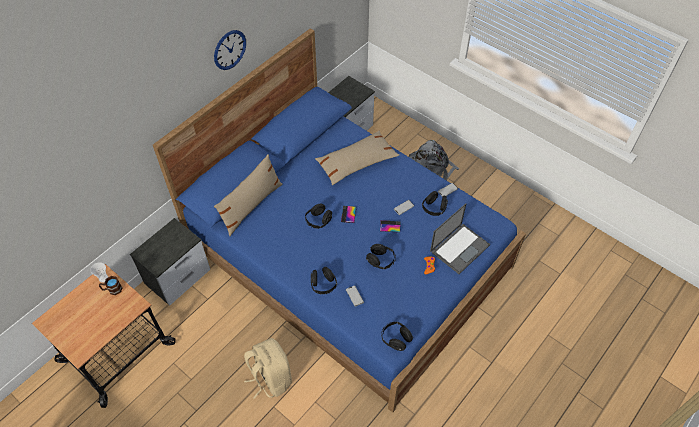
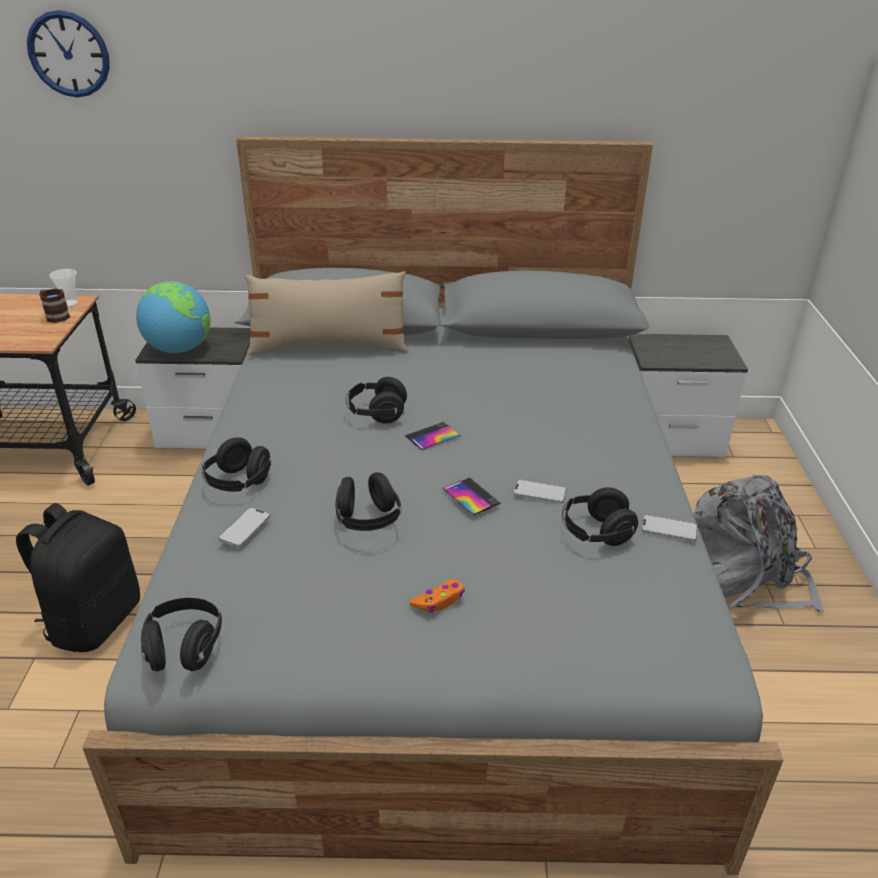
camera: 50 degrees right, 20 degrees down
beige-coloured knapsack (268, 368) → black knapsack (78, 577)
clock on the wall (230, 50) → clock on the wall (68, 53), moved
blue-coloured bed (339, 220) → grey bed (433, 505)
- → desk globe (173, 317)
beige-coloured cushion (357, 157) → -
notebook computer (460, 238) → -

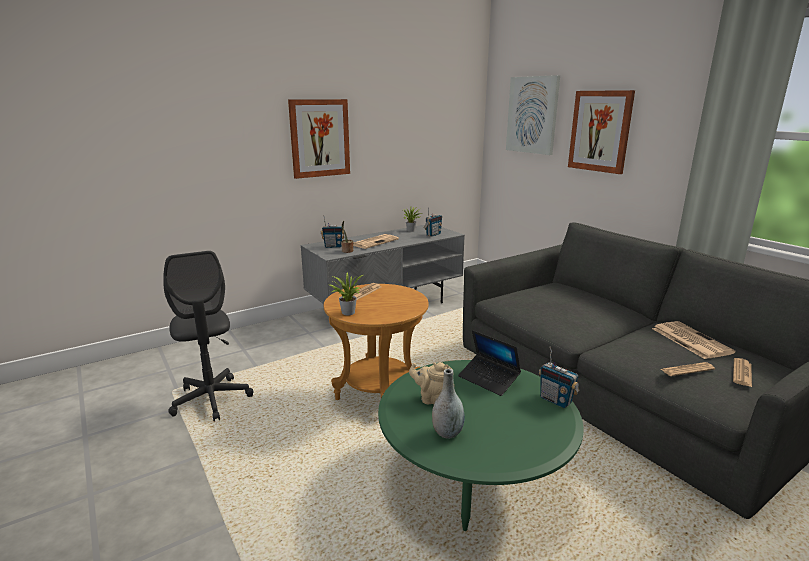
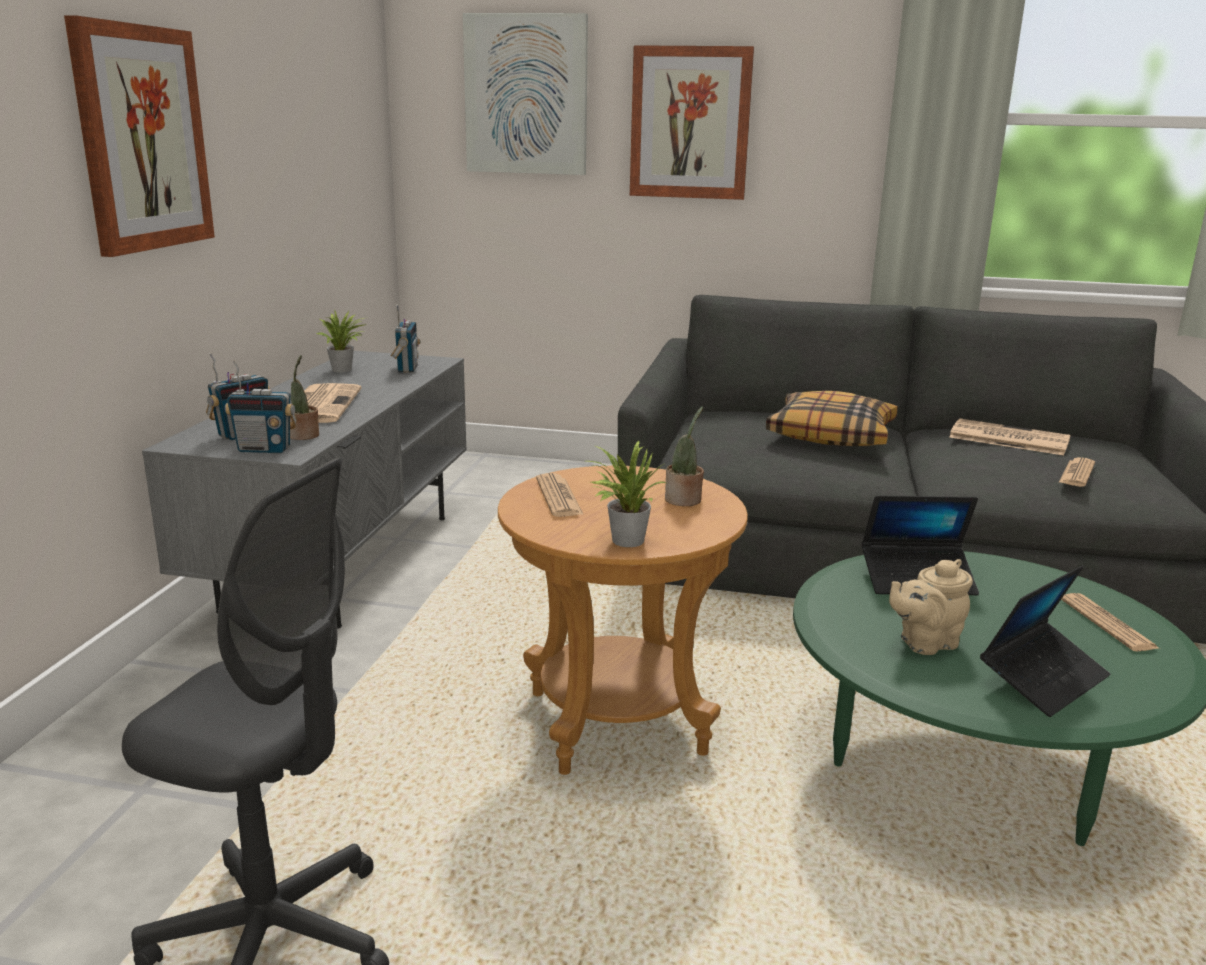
camera: 45 degrees left, 0 degrees up
radio set (559, 377) → radio set (261, 406), moved
- → plant in a pot (684, 456)
- → cushion (832, 418)
grey flower vase (448, 404) → notebook computer (1045, 641)
newspaper (742, 372) → newspaper (1110, 622), moved

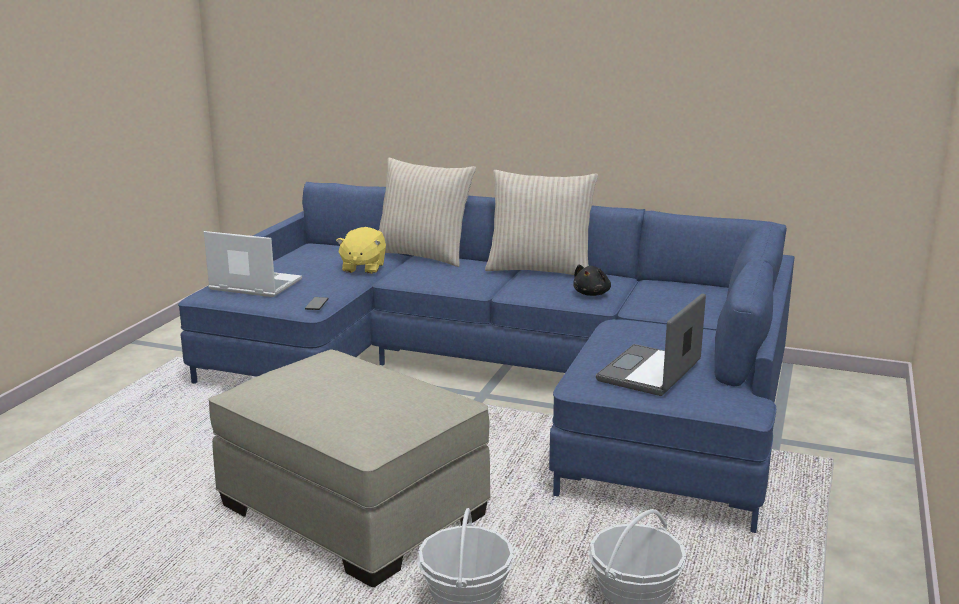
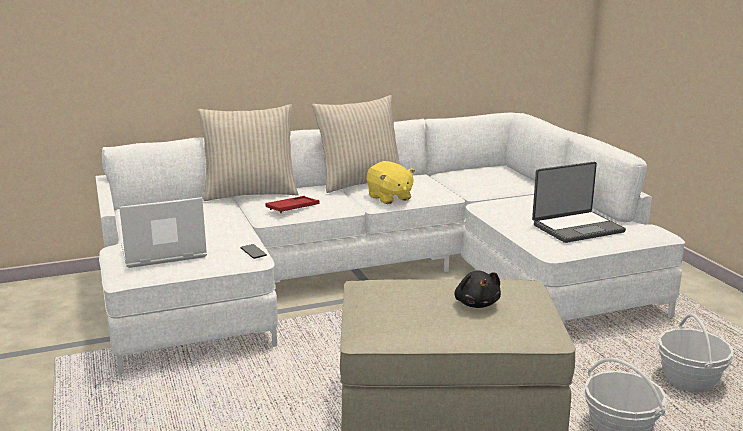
camera: 40 degrees left, 0 degrees up
blue-coloured couch (486, 357) → whitish couch (390, 242)
- → red-coloured serving tray (292, 204)
yellowish plush toy (361, 250) → yellowish plush toy (390, 182), moved
black plush toy (592, 280) → black plush toy (477, 289), moved
notebook computer (651, 344) → notebook computer (579, 202), 105 degrees counterclockwise

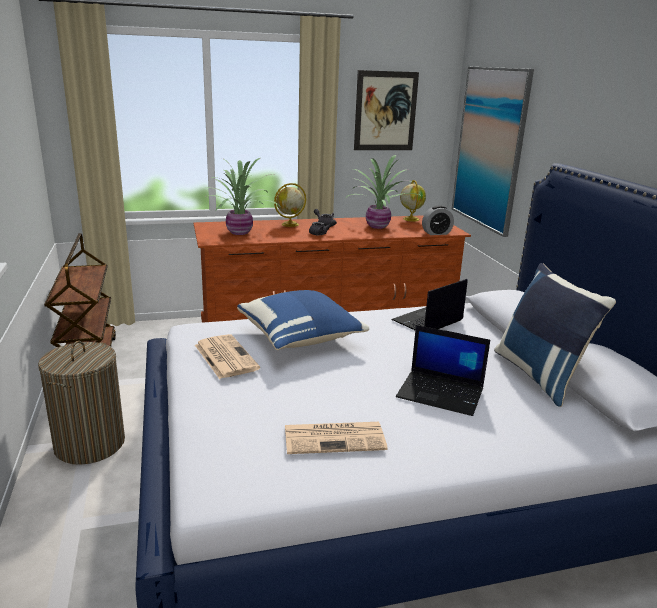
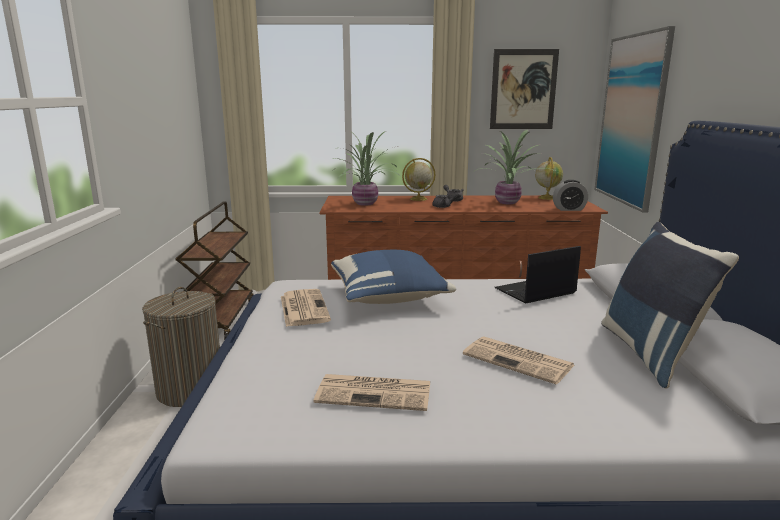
camera: 15 degrees right, 5 degrees down
notebook computer (443, 370) → newspaper (518, 360)

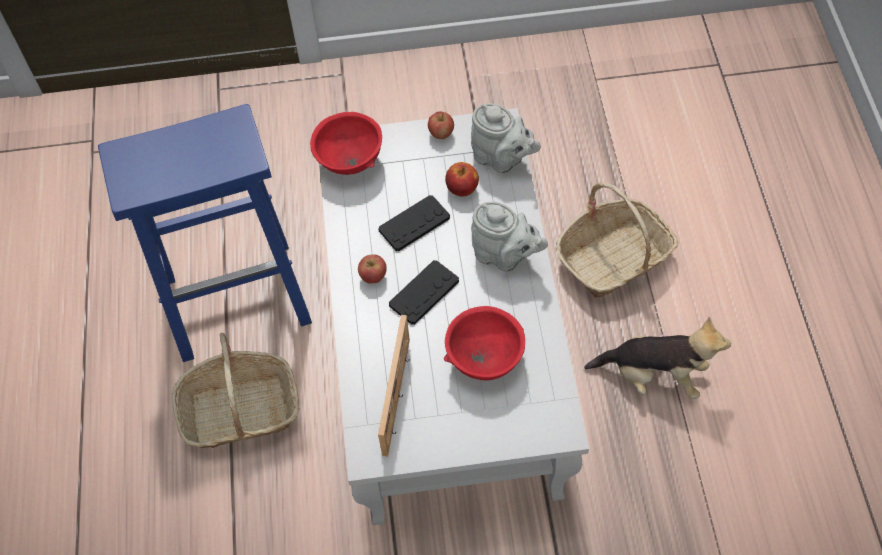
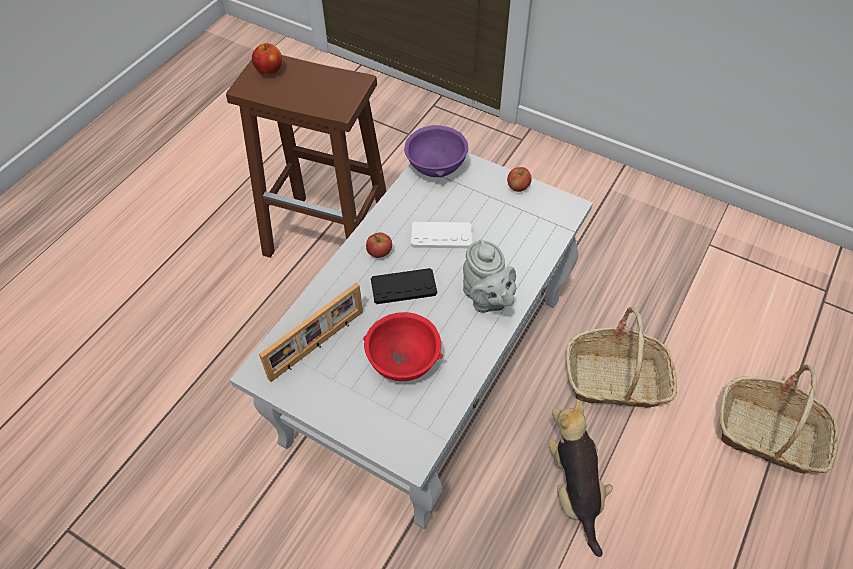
camera: 35 degrees right, 5 degrees down
blue-coloured sitting stool (205, 233) → brown-coloured sitting stool (306, 156)
whole apple (462, 179) → whole apple (267, 59), moved
red-coloured deep dish (346, 143) → purple deep dish (436, 151)
black game controller (414, 223) → whitish game controller (441, 235)
plush toy (657, 358) → plush toy (580, 478), 150 degrees counterclockwise
basket (236, 390) → basket (779, 419), moved
grey pot for tea (506, 138) → -

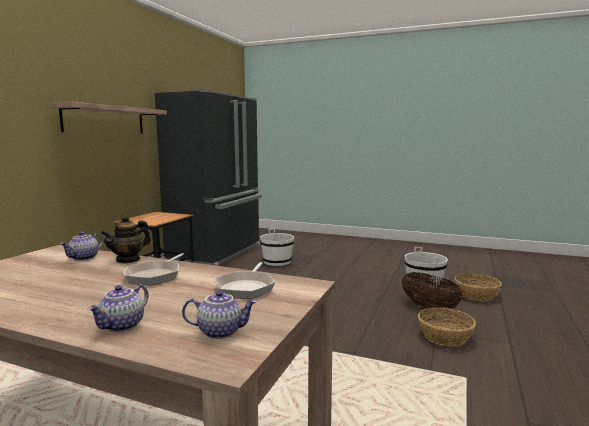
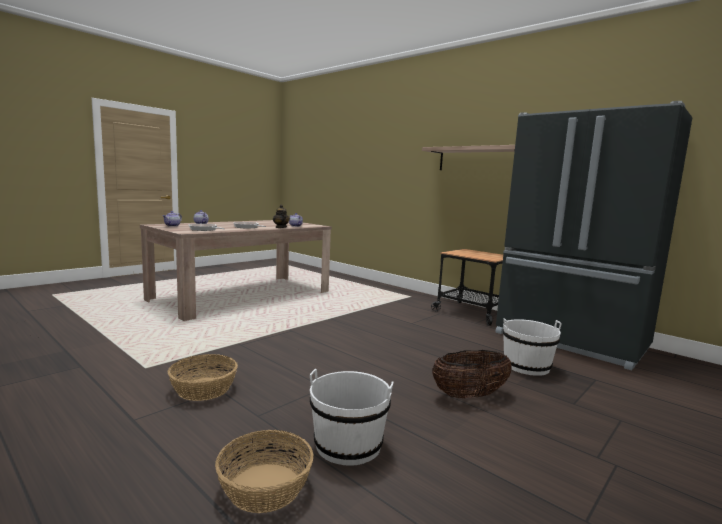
camera: 110 degrees right, 0 degrees up
basket (432, 290) → basket (472, 374), moved

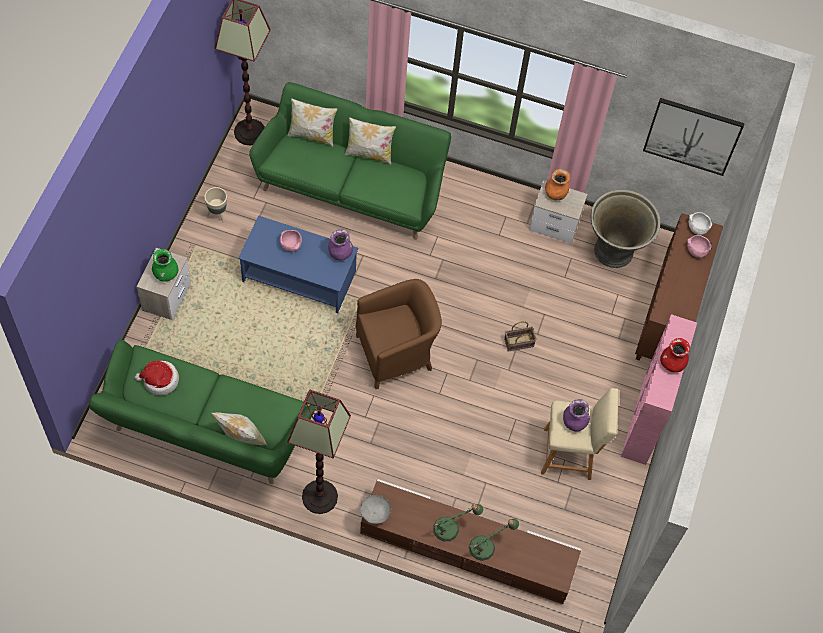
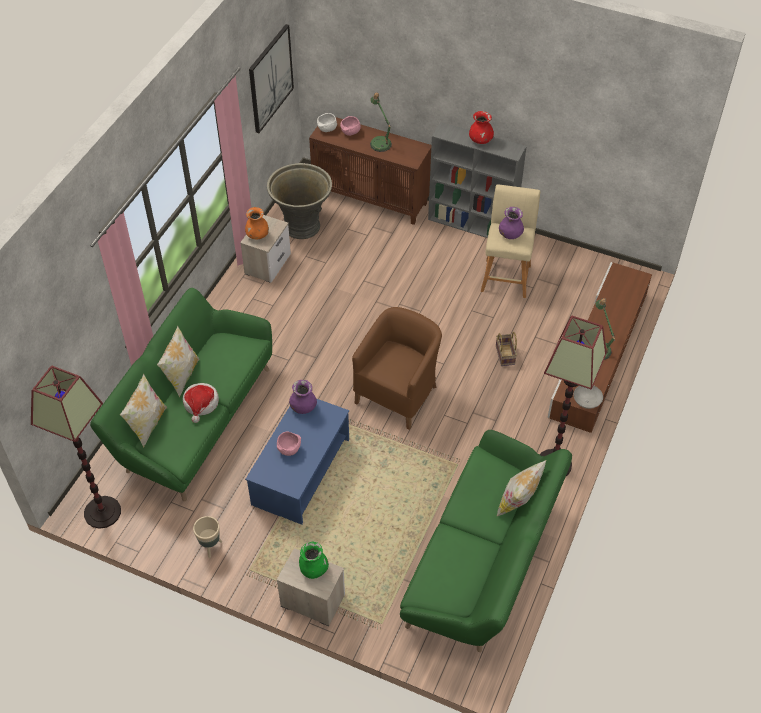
camera: 80 degrees left, 10 degrees down
hat (157, 378) → hat (201, 403), moved
brown-coloured armchair (399, 334) → brown-coloured armchair (397, 368), 45 degrees clockwise
tabletop lamp (494, 539) → tabletop lamp (381, 122), moved
pinkish shelving unit (659, 389) → grey shelving unit (477, 180)
basket (520, 336) → basket (506, 349), moved

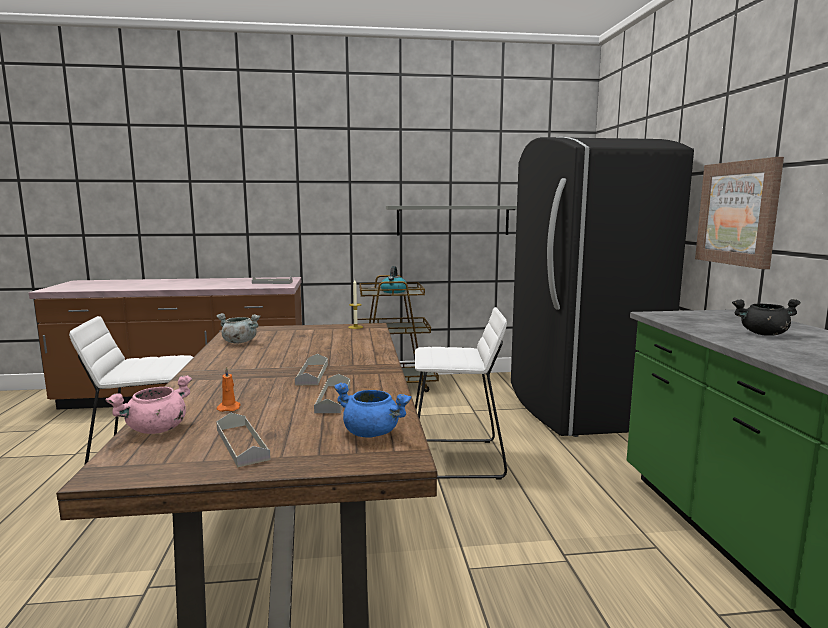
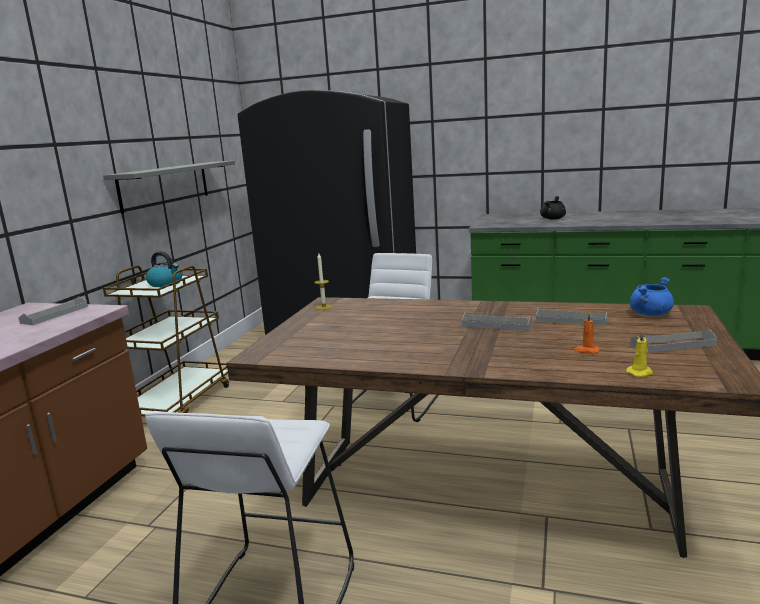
camera: 65 degrees left, 5 degrees up
pinkish saucepot (149, 404) → yellowish candle (639, 354)
grey saucepot (238, 328) → -
picture (739, 213) → -

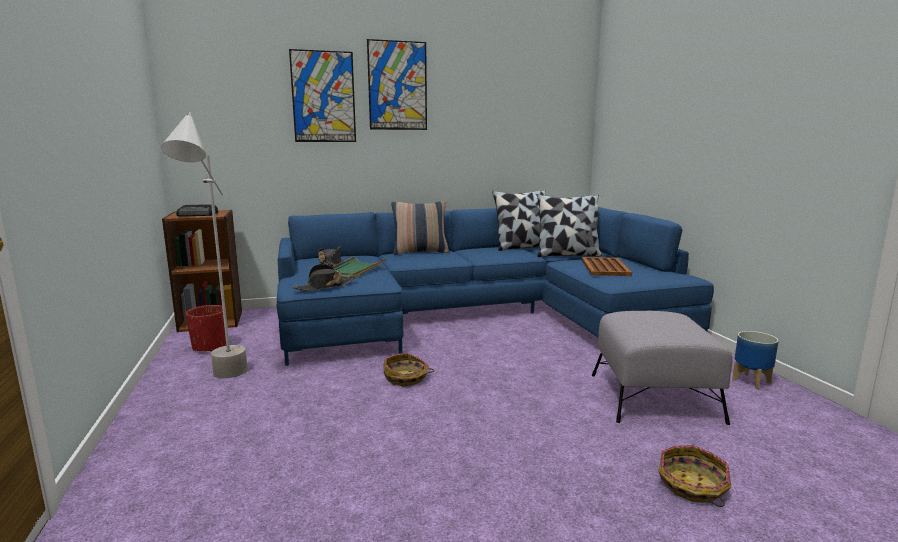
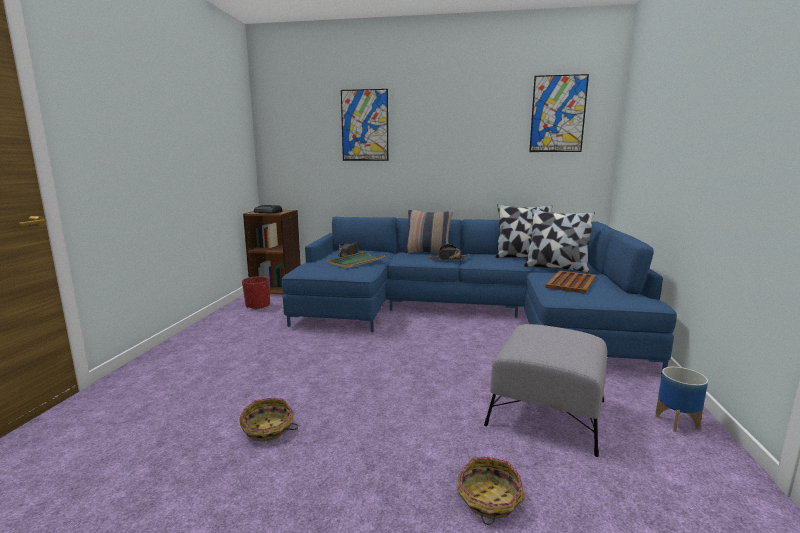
camera: 25 degrees right, 0 degrees up
basket (408, 369) → basket (269, 420), moved
black hat (324, 277) → black hat (449, 252), moved
picture (397, 84) → picture (559, 113), moved
grey floor lamp (204, 245) → -

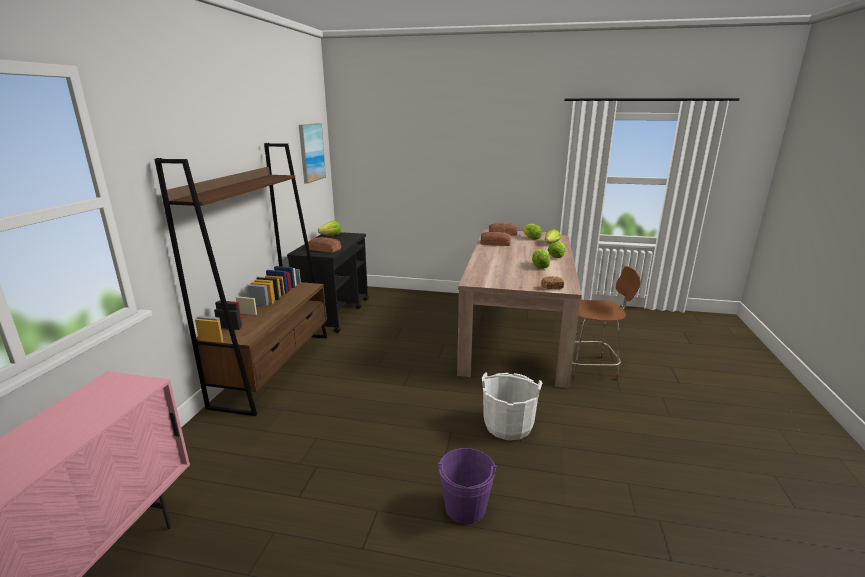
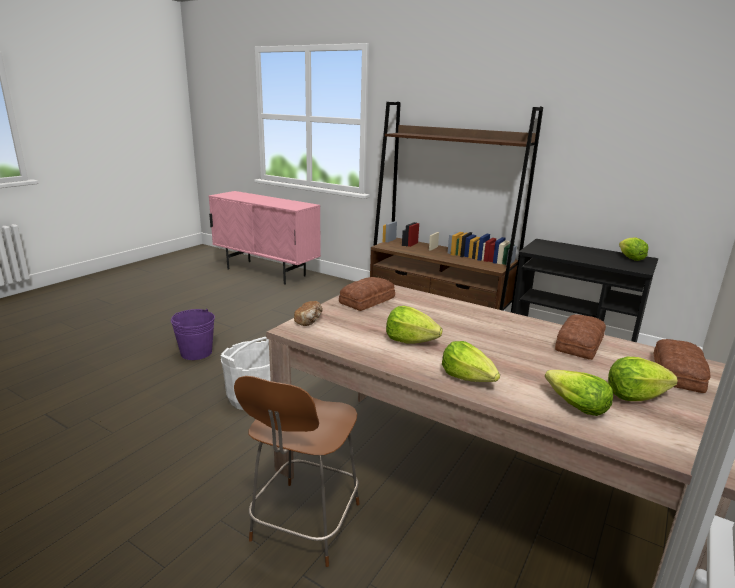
camera: 110 degrees right, 0 degrees up
bakery bread (324, 245) → bakery bread (367, 294), moved
picture (312, 153) → -

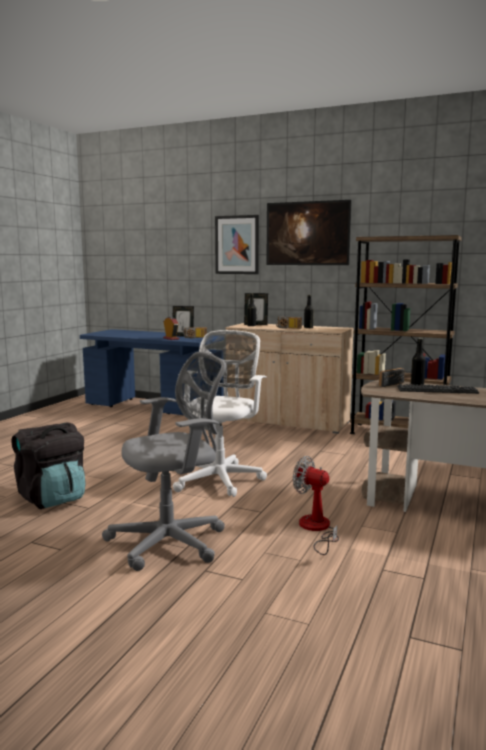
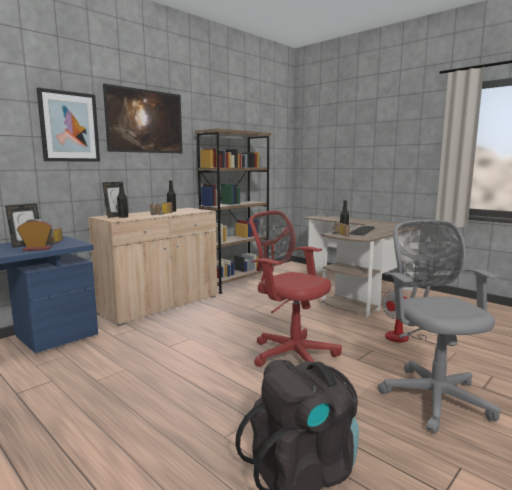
camera: 70 degrees left, 0 degrees up
whitish desk chair (220, 413) → red-coloured desk chair (295, 289)

